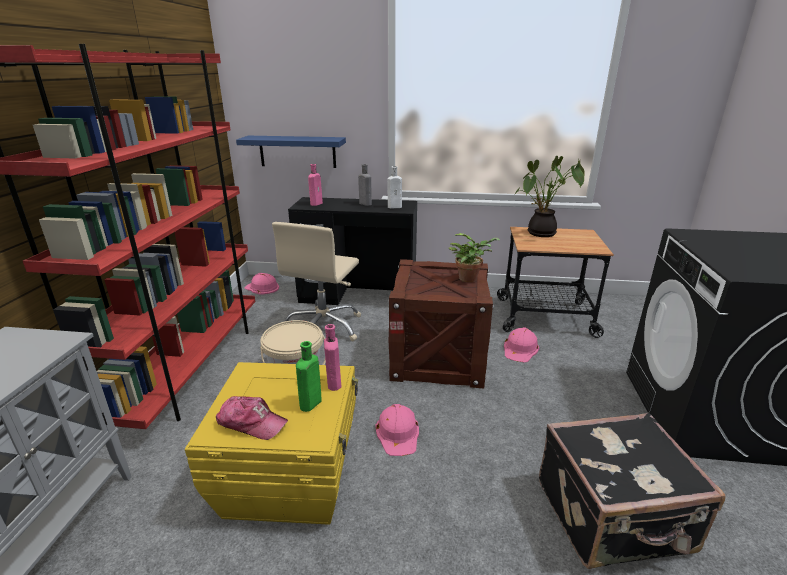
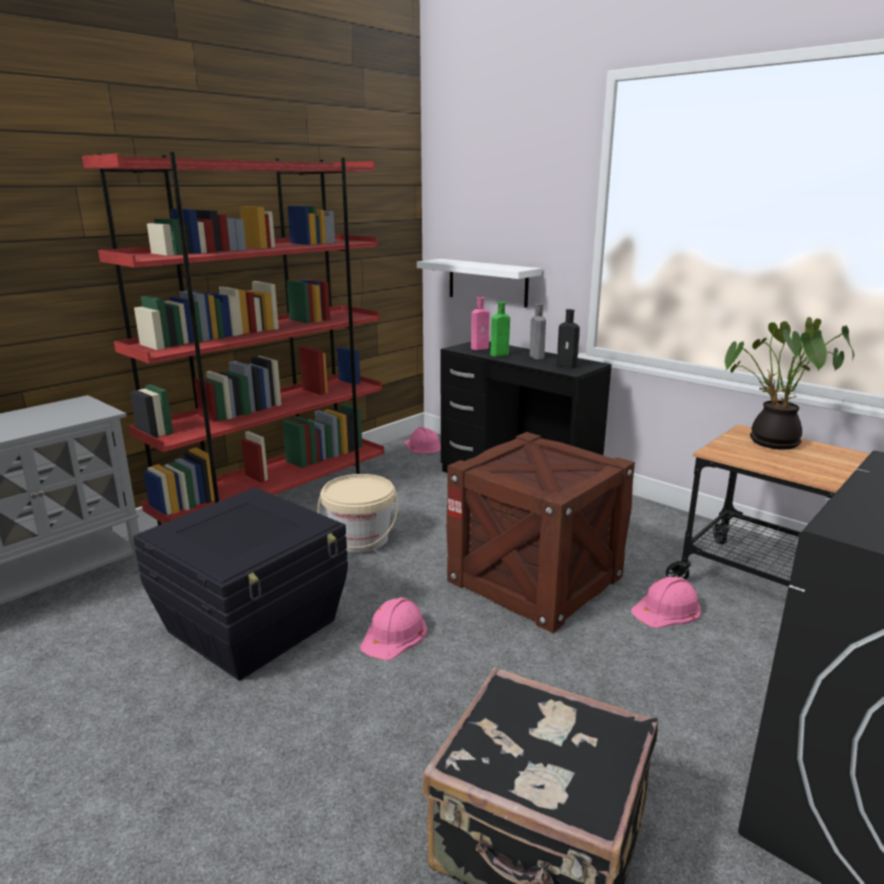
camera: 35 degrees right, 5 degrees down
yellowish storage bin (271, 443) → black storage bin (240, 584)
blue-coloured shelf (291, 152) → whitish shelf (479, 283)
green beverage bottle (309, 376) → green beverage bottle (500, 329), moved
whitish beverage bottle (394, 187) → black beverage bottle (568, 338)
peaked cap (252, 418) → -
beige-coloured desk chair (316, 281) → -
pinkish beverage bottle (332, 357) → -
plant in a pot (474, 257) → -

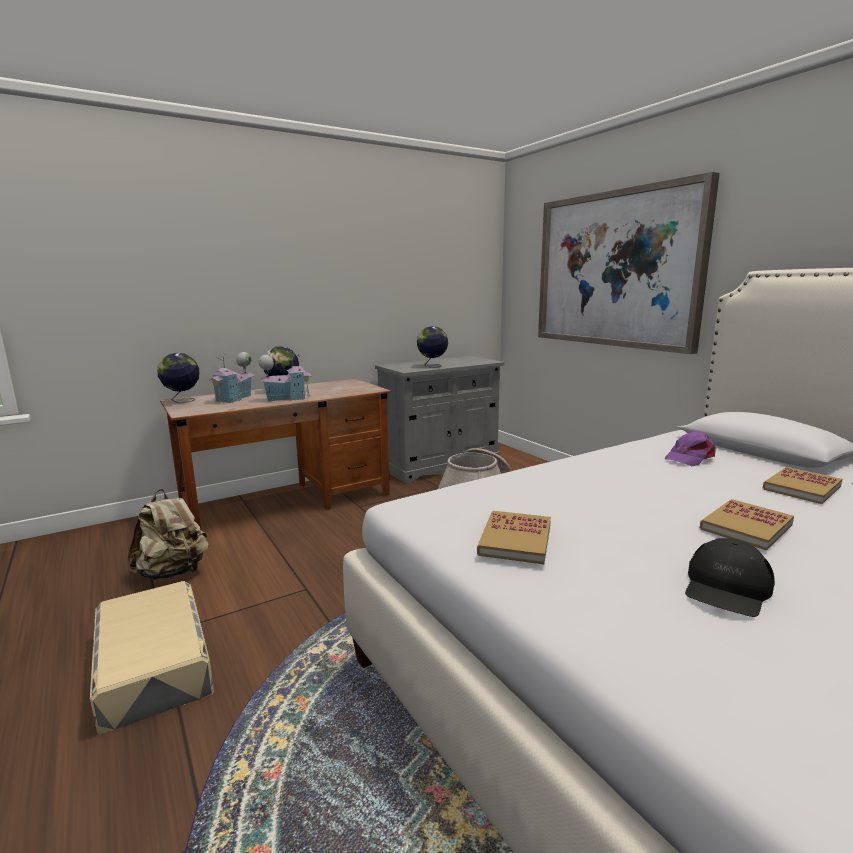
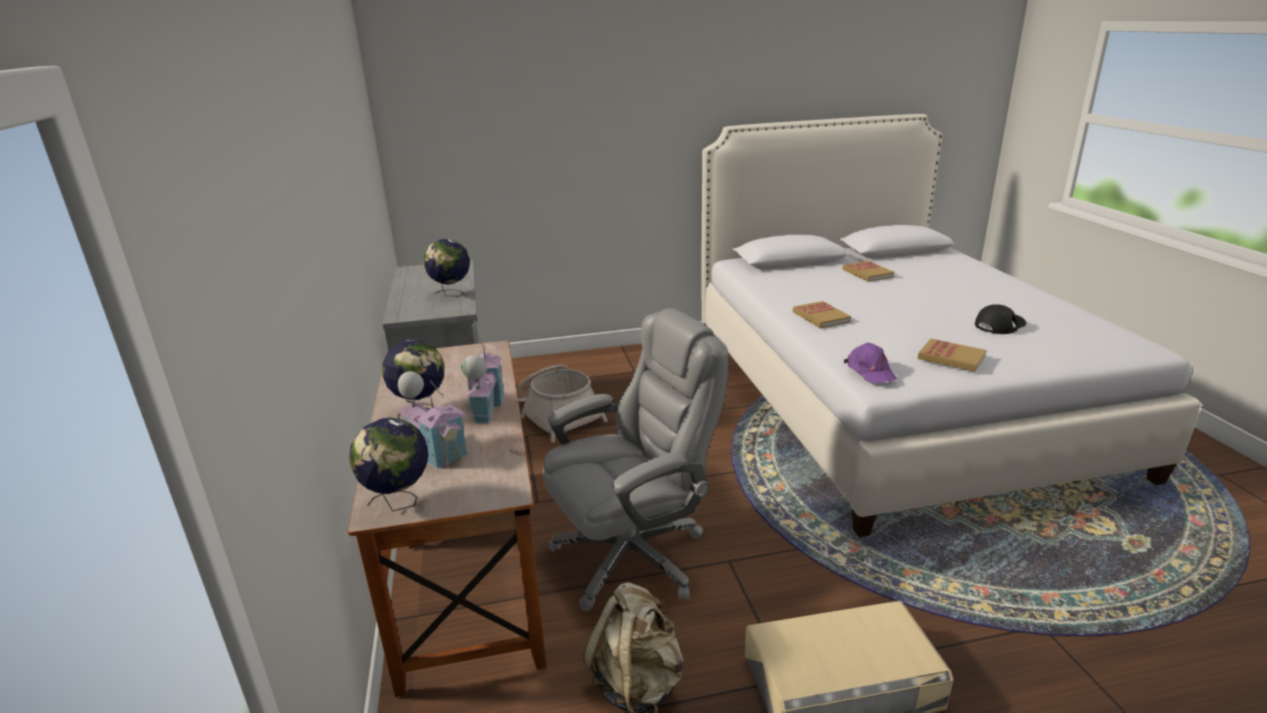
camera: 70 degrees left, 10 degrees up
- → grey desk chair (636, 459)
bound book (747, 525) → bound book (822, 315), moved
purple peaked cap (690, 448) → purple peaked cap (870, 363), moved
black peaked cap (730, 577) → black peaked cap (1000, 319), 90 degrees counterclockwise
picture (629, 263) → -

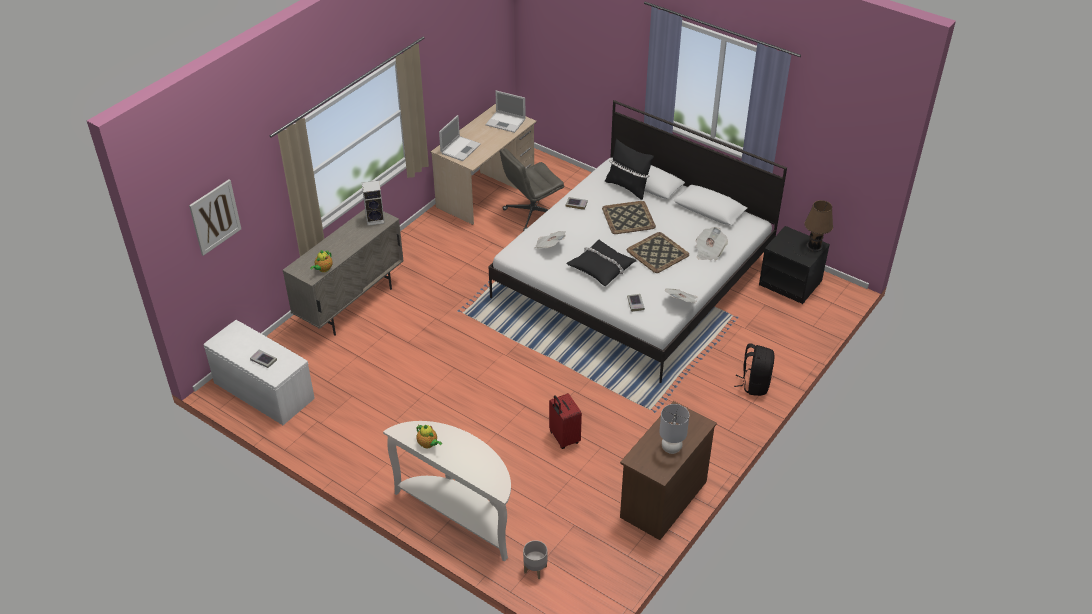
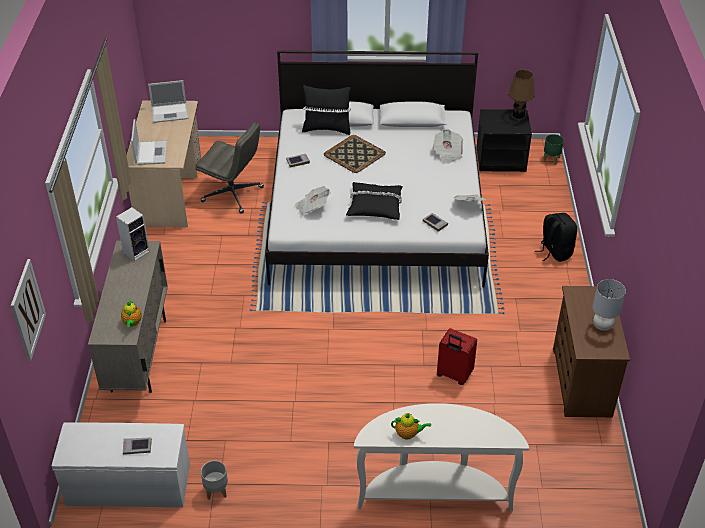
camera: 35 degrees left, 0 degrees up
grey desk chair (532, 189) → grey desk chair (230, 168), 90 degrees counterclockwise
grey planter (535, 559) → grey planter (214, 480), moved
- → green planter (553, 149)
serving tray (658, 252) → -

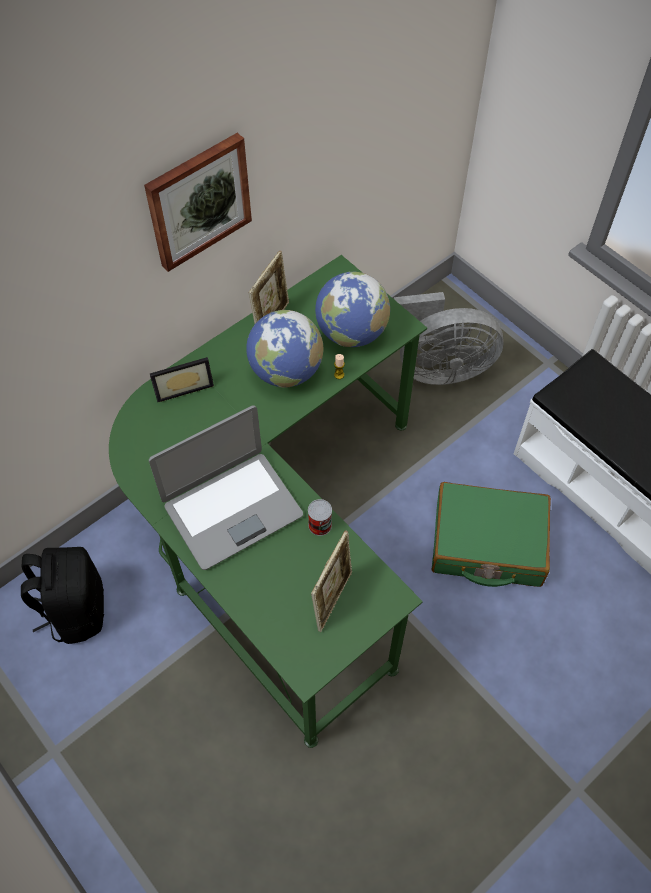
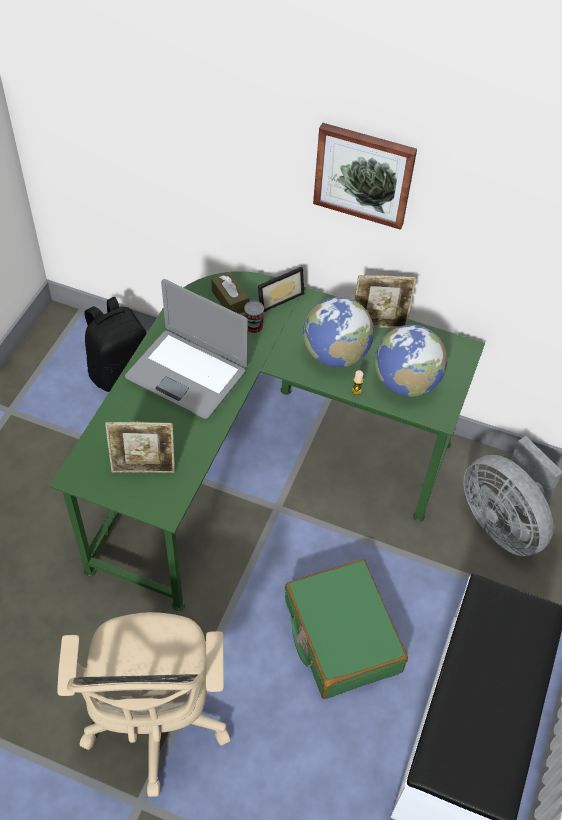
camera: 60 degrees right, 5 degrees down
- → beige-coloured desk chair (143, 704)
- → brown-coloured tissue holder (230, 293)
sealed can (320, 517) → sealed can (254, 317), moved
picture frame (182, 379) → picture frame (281, 289), 75 degrees counterclockwise

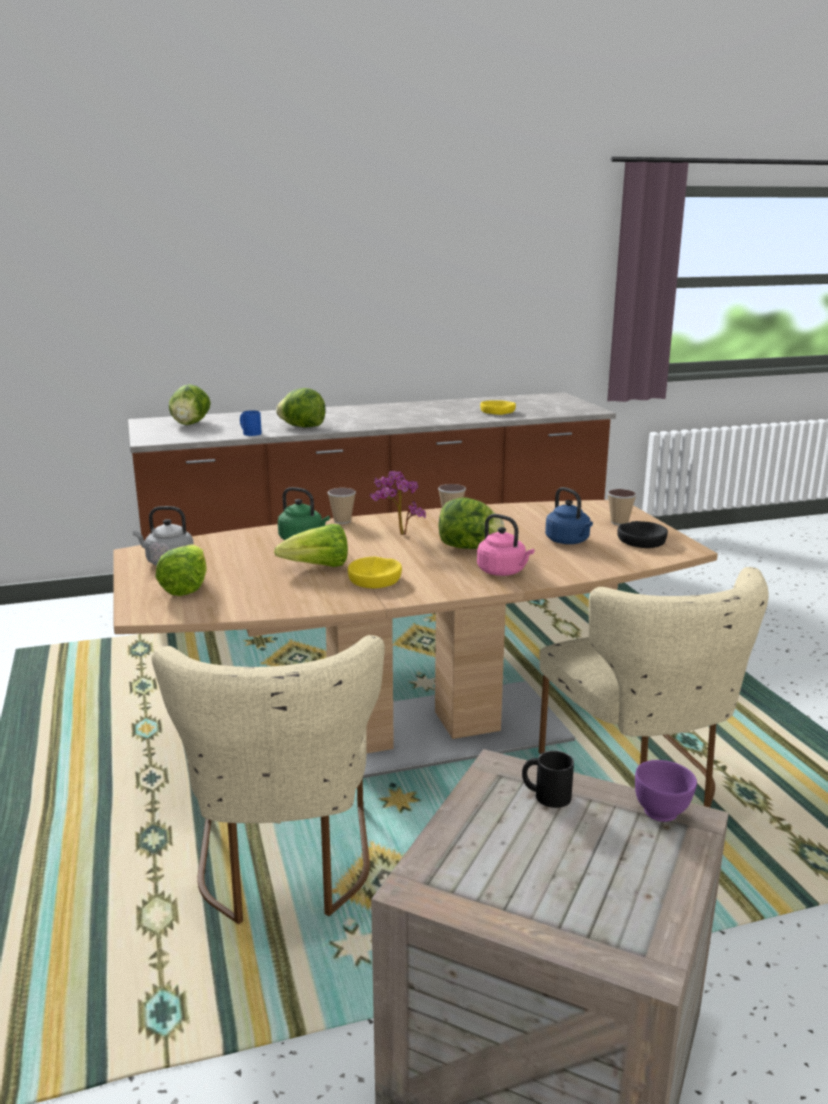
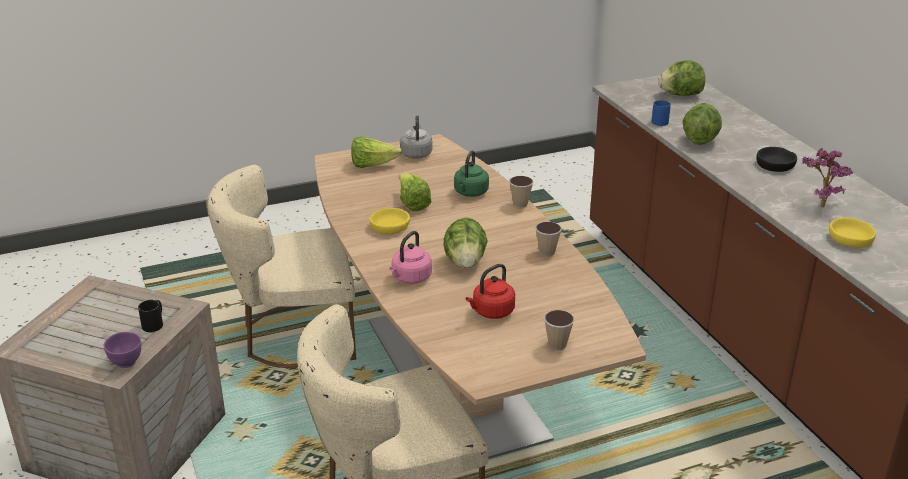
camera: 85 degrees right, 10 degrees up
blue-coloured kettle (569, 515) → red-coloured kettle (490, 291)
black deep dish (642, 534) → black deep dish (776, 159), moved
plant in a pot (398, 503) → plant in a pot (827, 178), moved

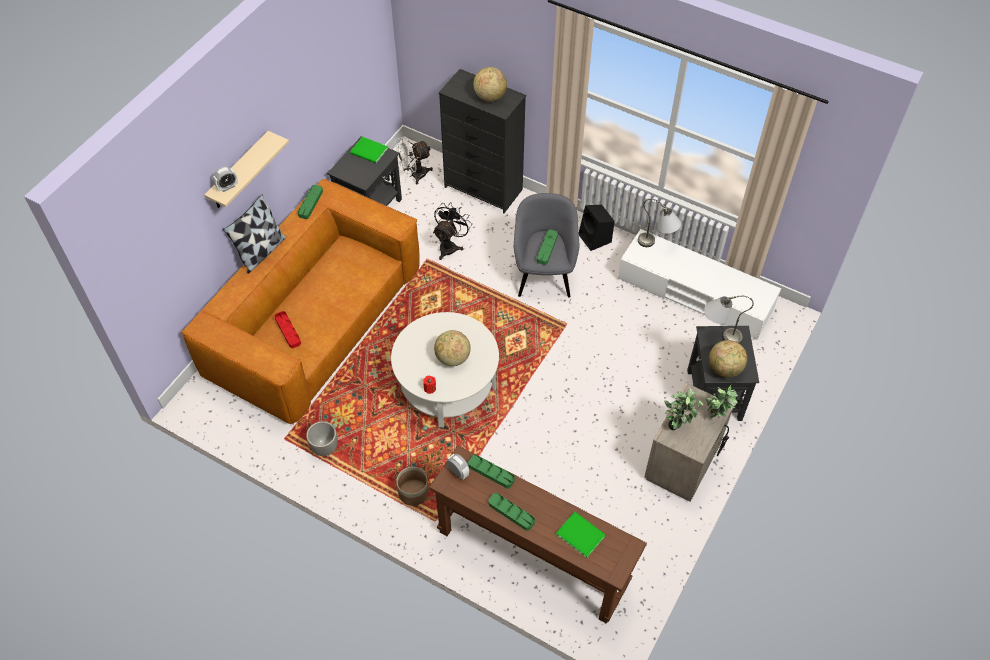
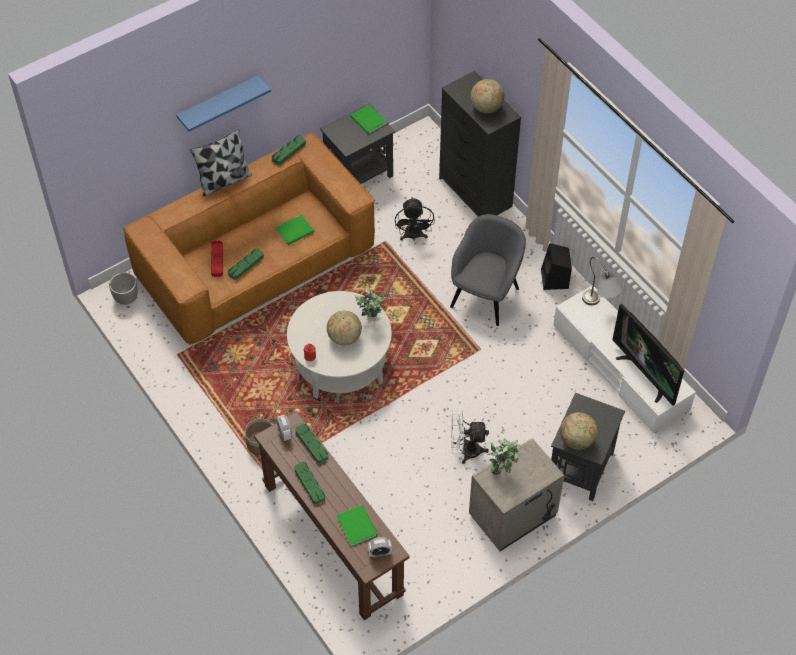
camera: 25 degrees right, 0 degrees up
planter (321, 438) → planter (123, 289), moved
beige-coloured shelf (246, 169) → blue-coloured shelf (223, 103)
green serving tray (547, 247) → green serving tray (246, 264), moved
- → green bound book (294, 230)
plant in a pot (722, 401) → plant in a pot (370, 303), moved
bedside clock (225, 179) → bedside clock (380, 547), moved
black fan (452, 231) → black fan (415, 219), 120 degrees clockwise
whitish fan (414, 160) → whitish fan (470, 437), moved
- → TV (648, 355)
grey tabletop lamp (729, 320) → -

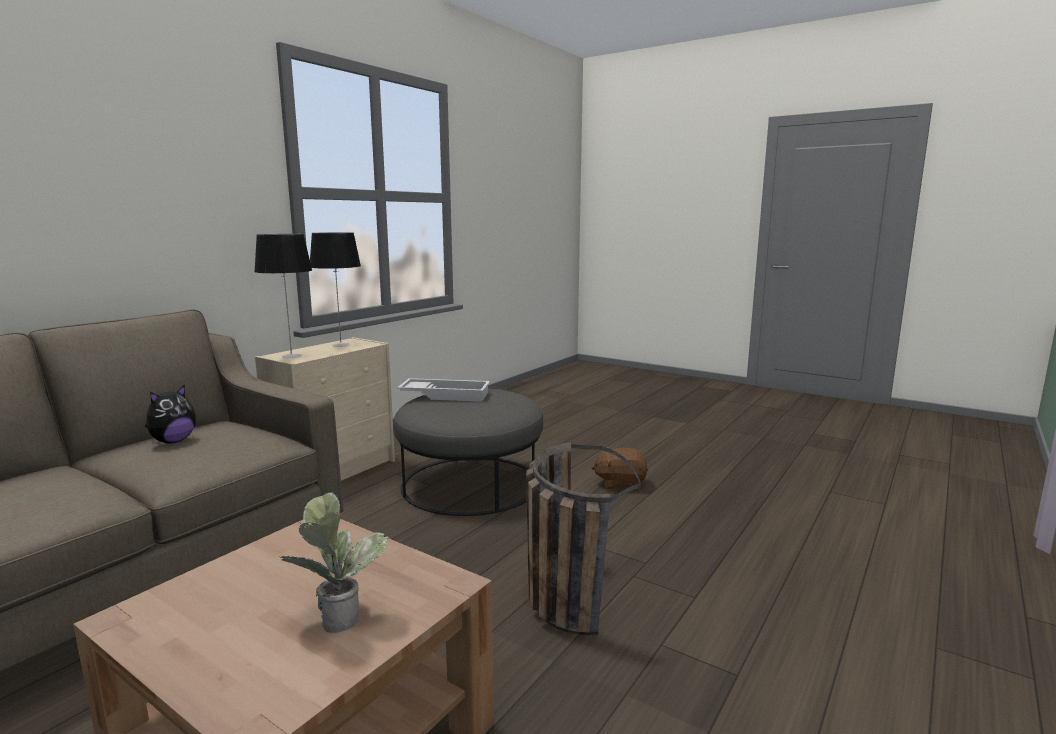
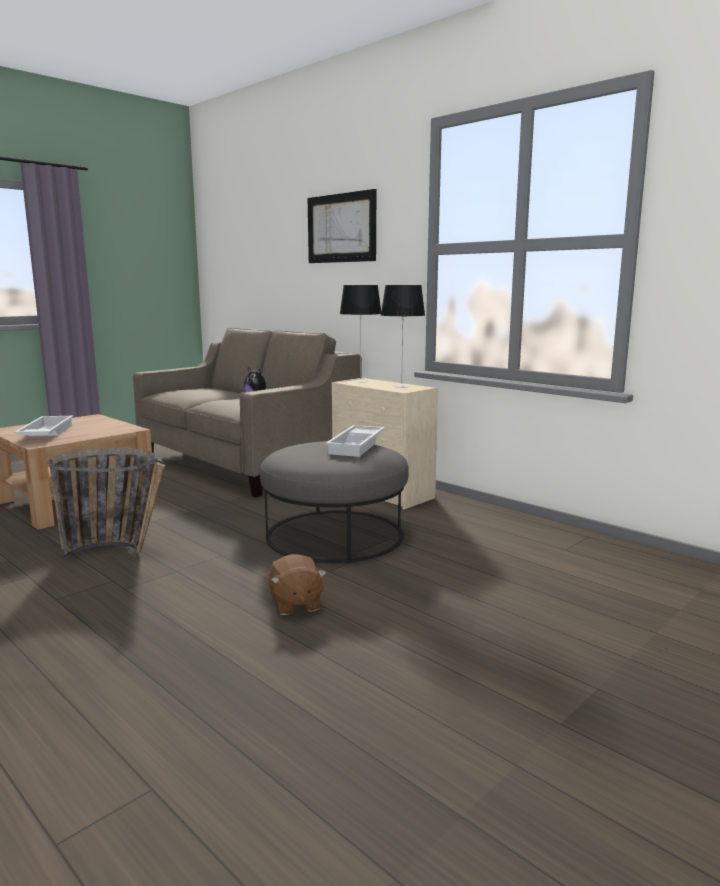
camera: 100 degrees right, 0 degrees up
plant in a pot (334, 562) → whitish serving tray (43, 426)
brown-coloured plush toy (619, 469) → brown-coloured plush toy (297, 584), 150 degrees clockwise
- → picture (342, 226)

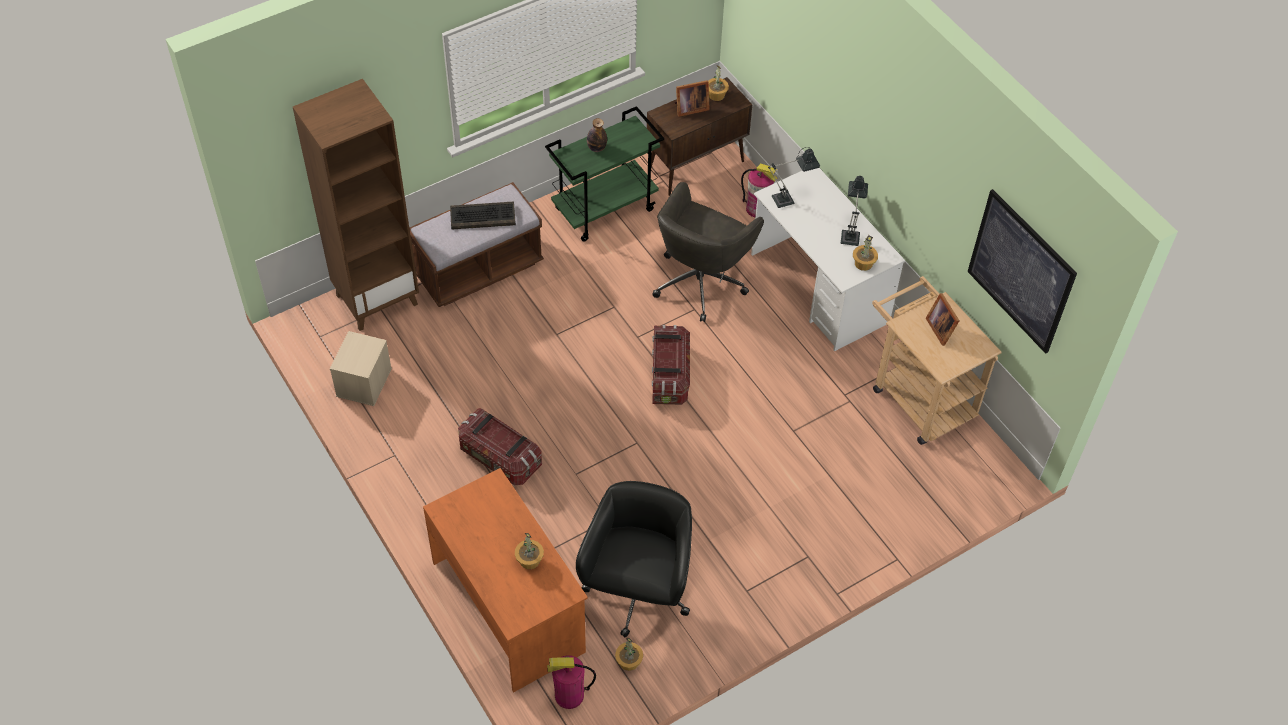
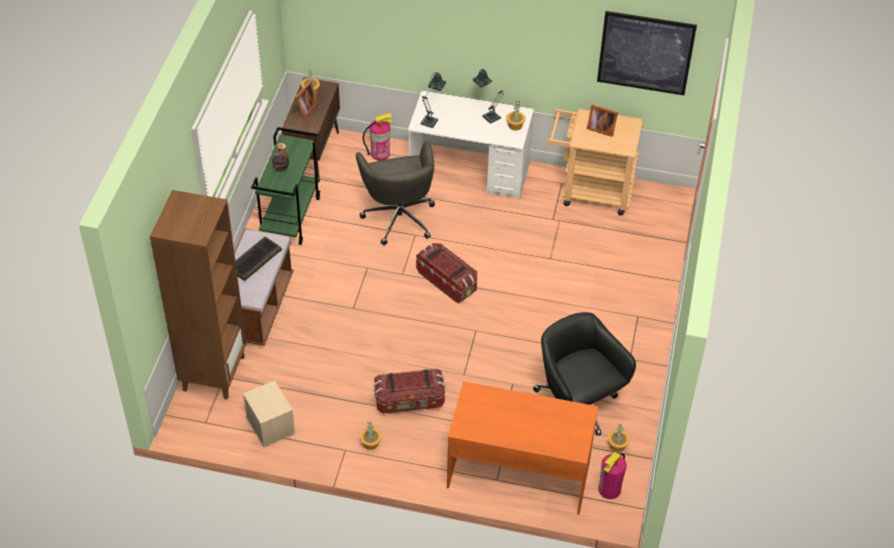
camera: 45 degrees left, 5 degrees down
plant in a pot (529, 551) → plant in a pot (371, 436), moved

